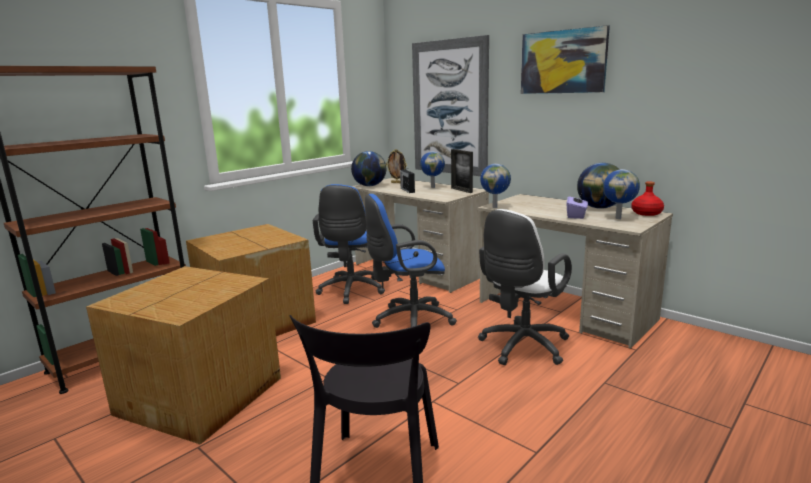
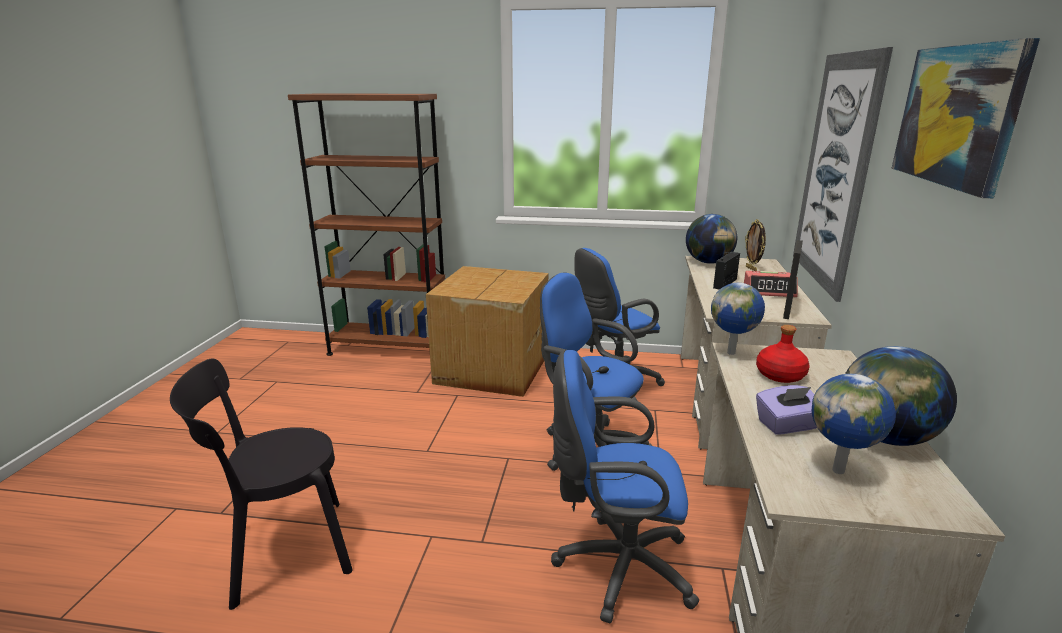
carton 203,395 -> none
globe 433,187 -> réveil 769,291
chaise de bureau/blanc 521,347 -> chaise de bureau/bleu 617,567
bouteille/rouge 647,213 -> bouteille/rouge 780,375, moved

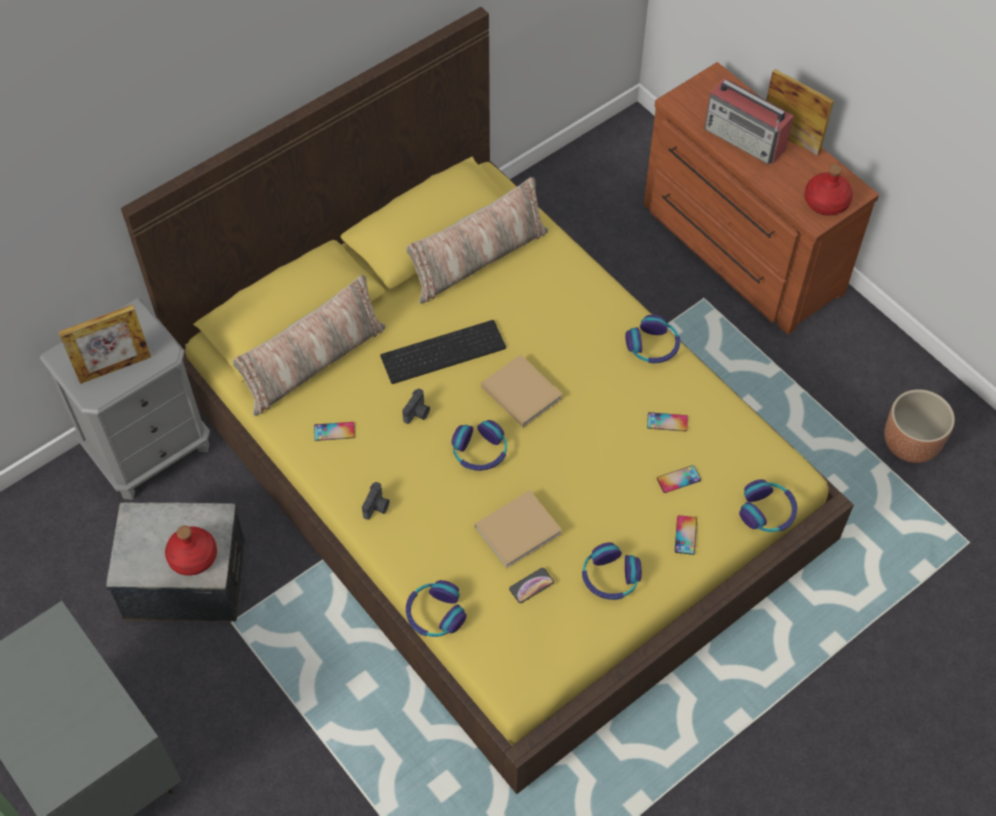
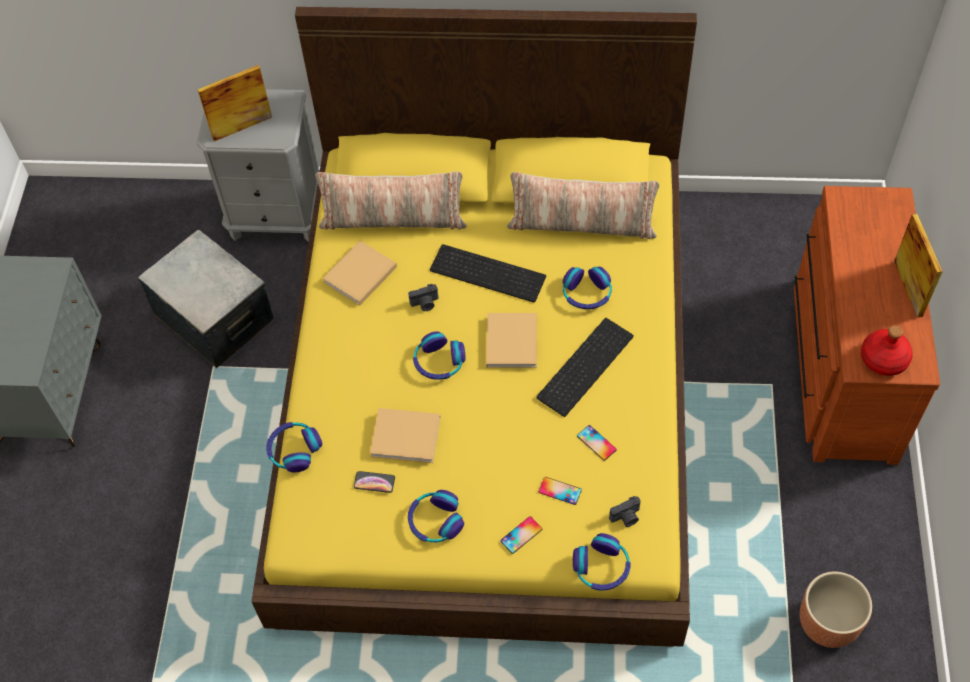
cadre photo 115,368 -> cadre photo 242,127, 135 degrees clockwise
bouteille/rouge 194,557 -> none
téléphone 334,431 -> livre/beige 358,276
appareil photo 377,507 -> appareil photo 626,517, moved
casque audio 653,346 -> casque audio 586,293, moved
radio 745,139 -> none
none -> clavier 584,364

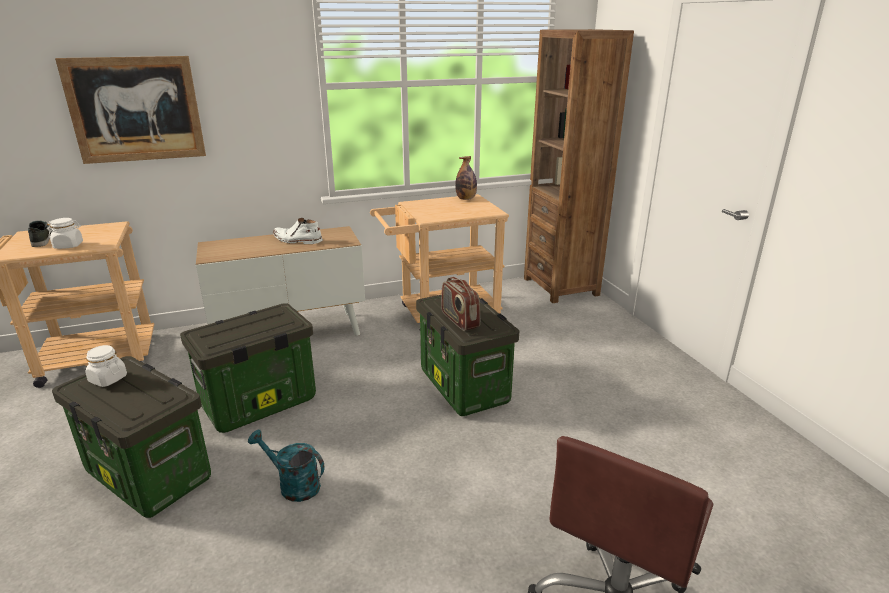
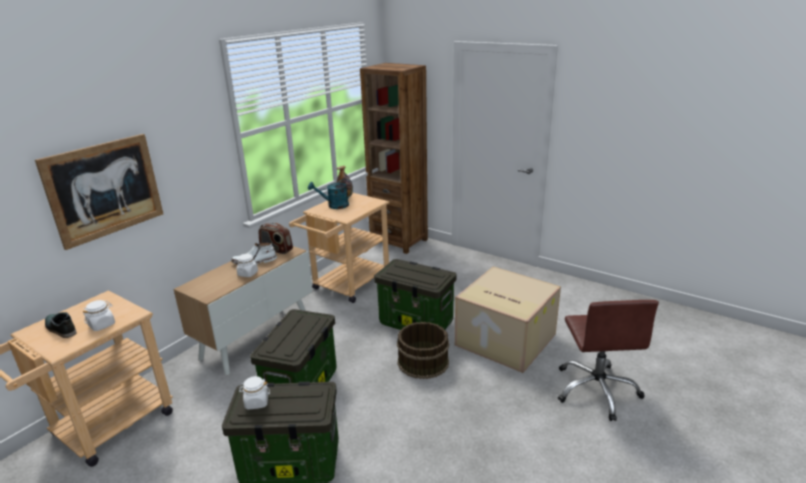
arrosoir/turquoise 293,485 -> arrosoir/turquoise 334,206, moved
radio 459,320 -> radio 276,249, moved
none -> bocal/blanc 248,273
none -> seau/marron 422,362
none -> carton 503,339

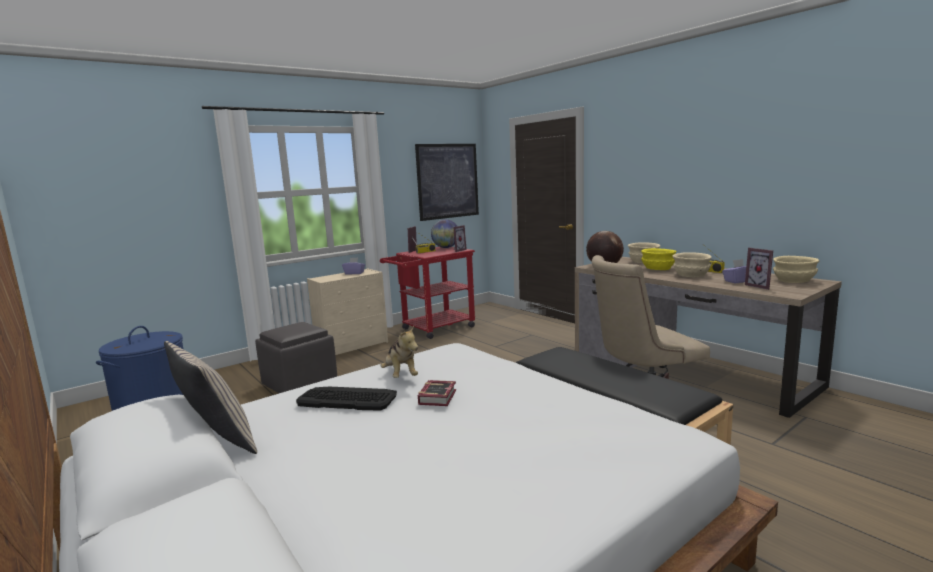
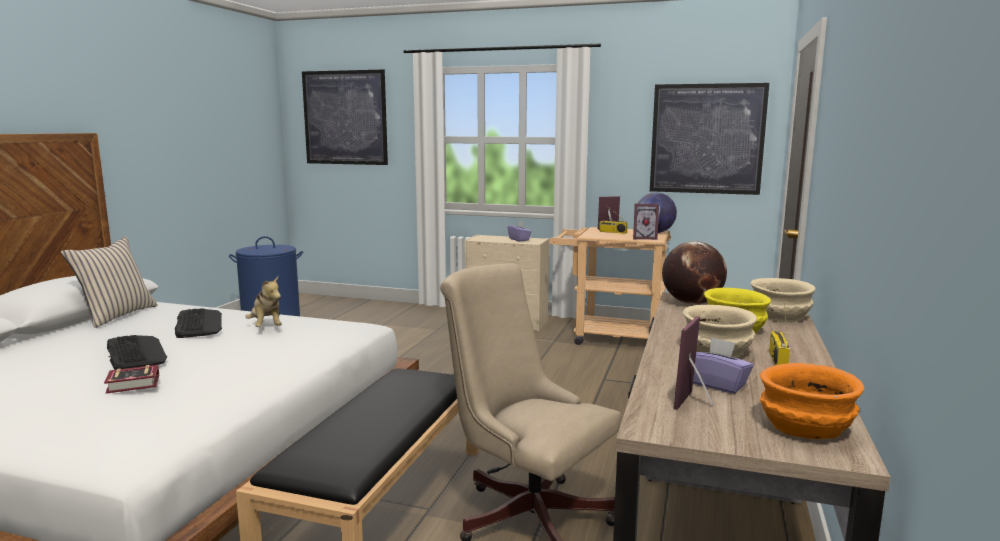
pouf/gris 299,384 -> none
chariot/rouge 433,329 -> chariot/beige 609,337
peluche 400,375 -> peluche 266,327, 60 degrees counterclockwise
livre 439,396 -> livre 135,384, moved
bol/beige 794,280 -> bol/orange 805,428
none -> clavier 135,353
none -> tableau 345,118

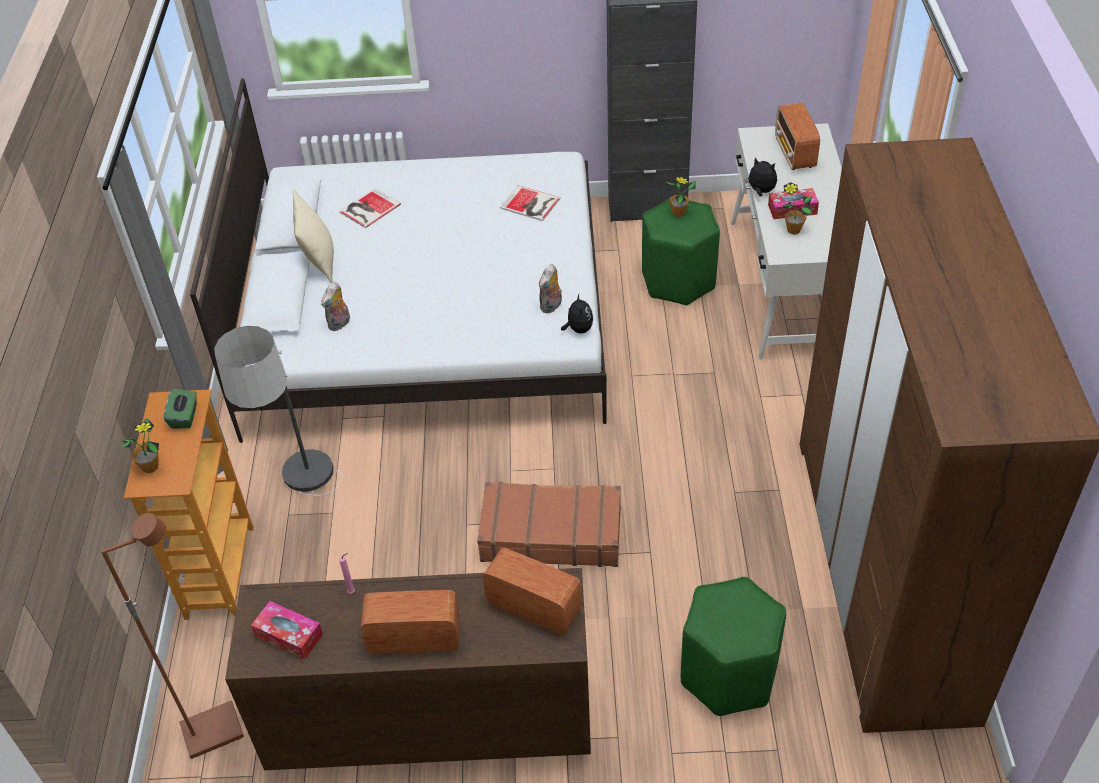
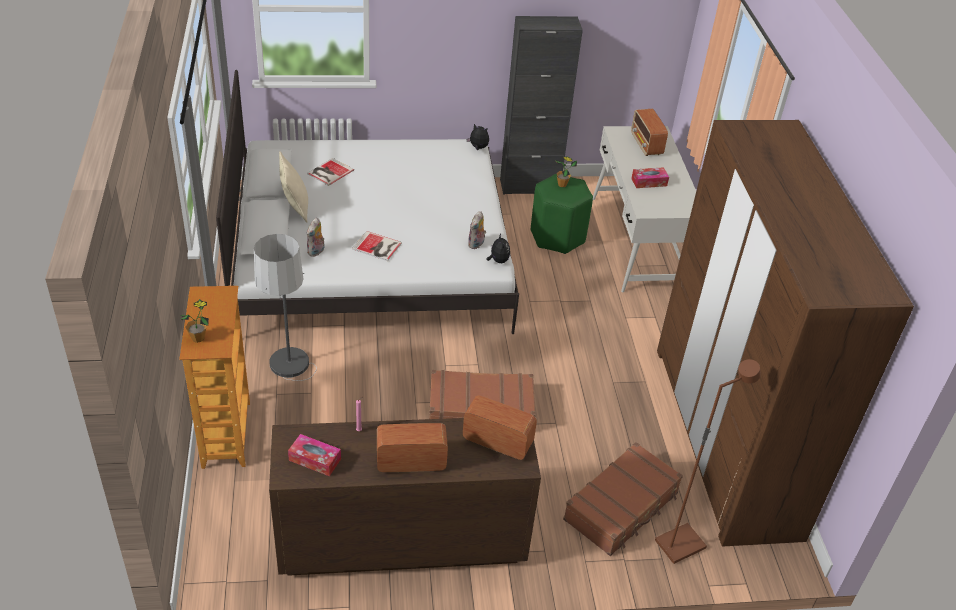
lampadaire/marron 213,729 -> lampadaire/marron 679,544, moved
boîte à mouchoirs/vert 185,417 -> none
livre 531,204 -> livre 377,247, moved
tabouret/vert 729,674 -> valise/marron 622,507
peluche 760,191 -> peluche 478,148, moved
plante en pot 793,230 -> none

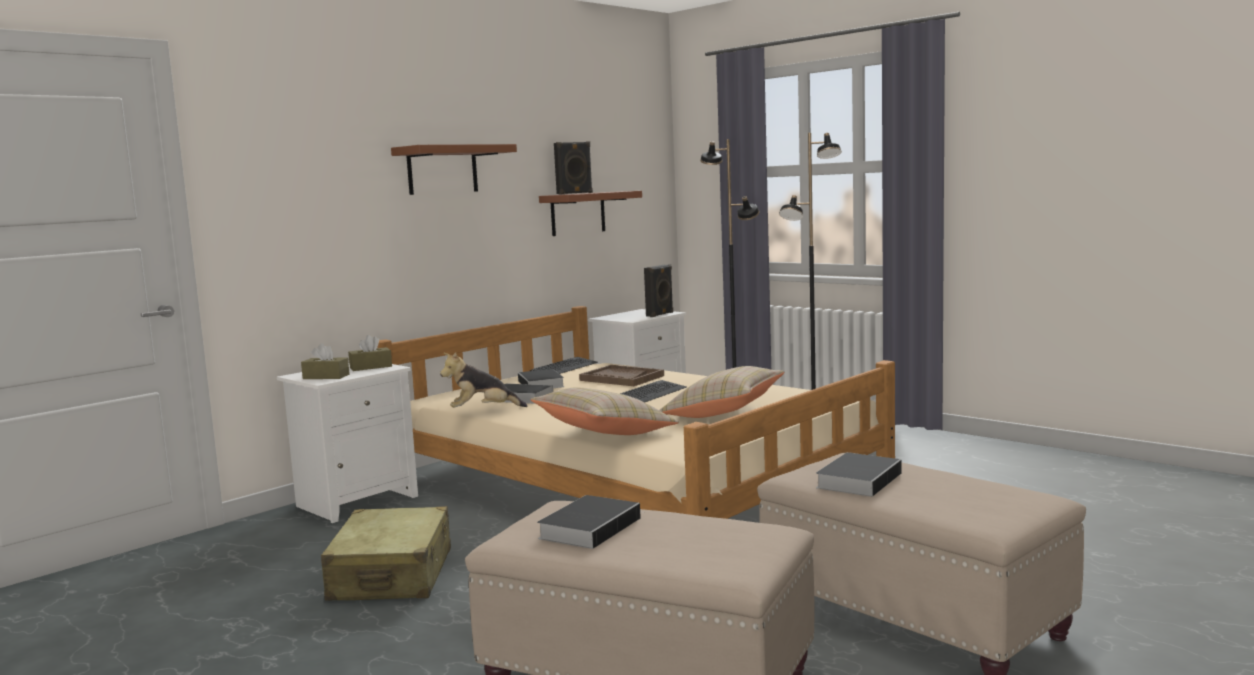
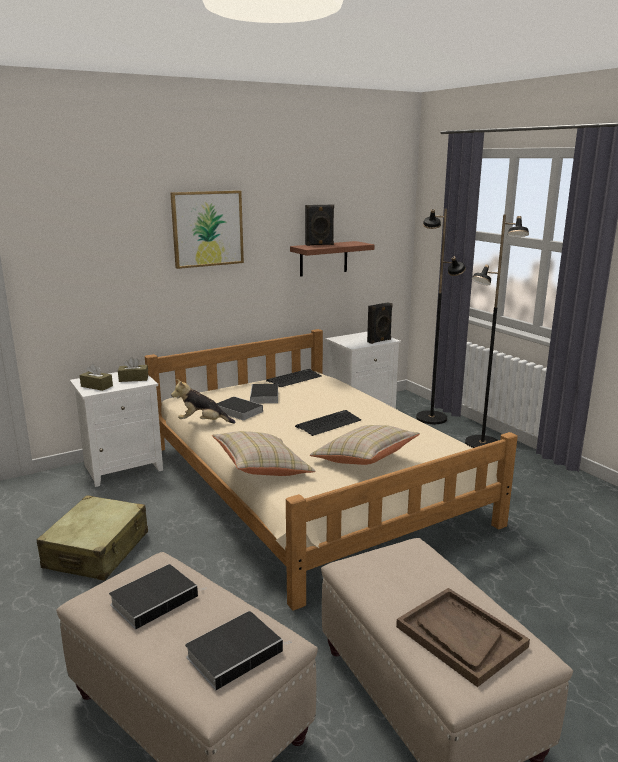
étagère/marron 442,170 -> tableau 207,228
plateau/marron 621,378 -> plateau/marron 460,637, moved
livre 859,479 -> livre 236,652, moved

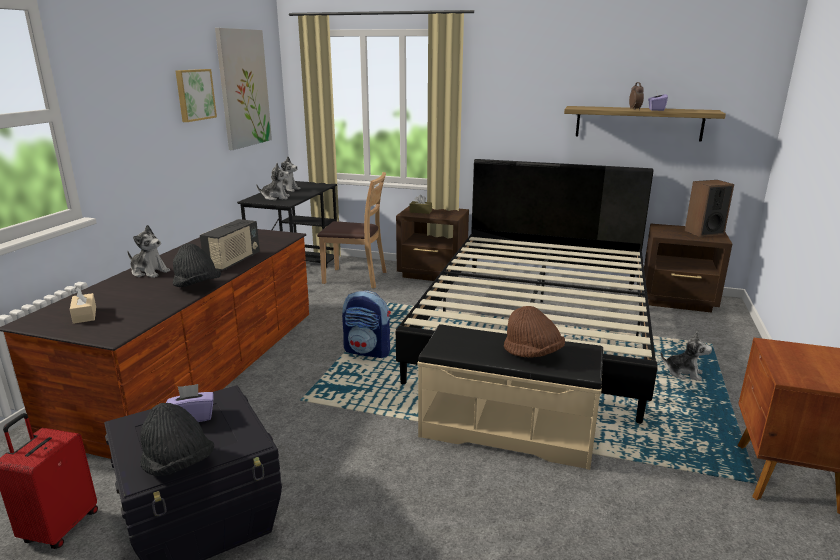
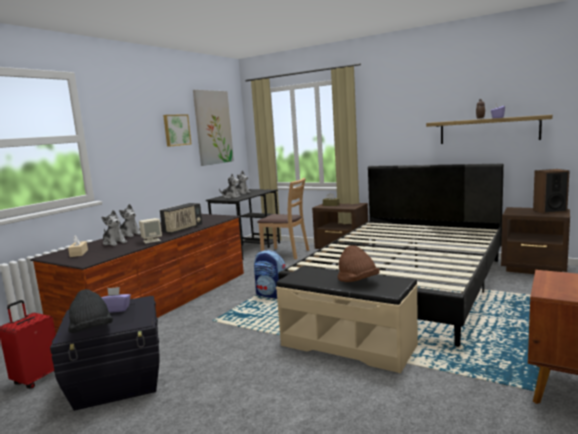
chapeau/noir 197,286 -> enceinte/beige 152,241
peluche 683,373 -> peluche 114,243, moved

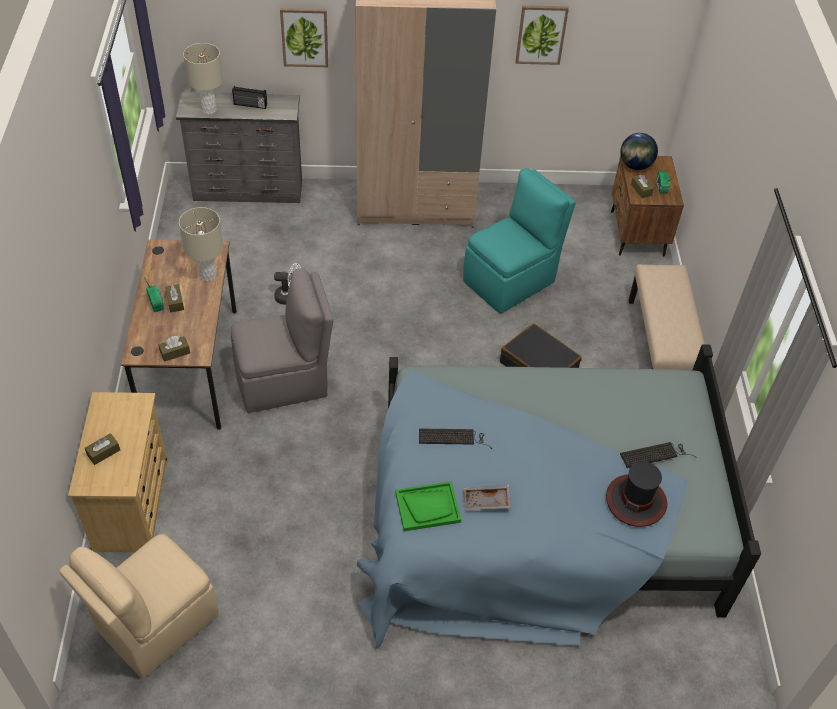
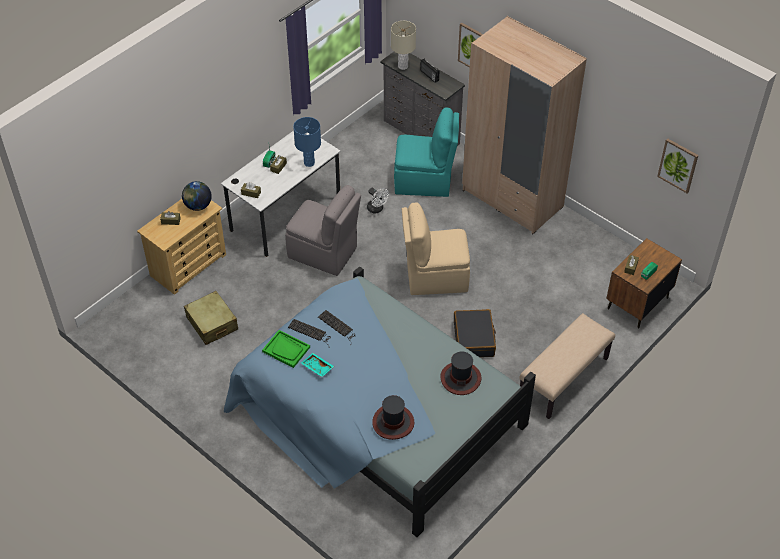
chaise/beige 155,624 -> chaise/beige 435,277, moved
bureau/marron 191,366 -> bureau/blanc 285,214
lampe de table/beige 208,275 -> lampe de table/bleu 309,163
chaise/turquoise 511,280 -> chaise/turquoise 424,181, moved
plateau/gris 486,502 -> plateau/turquoise 317,367
tableau 541,34 -> tableau 678,165, moved
globe 635,165 -> globe 198,206, moved
clavier 655,454 -> clavier 310,332, moved
none -> valise/beige 212,323
none -> chapeau 460,378

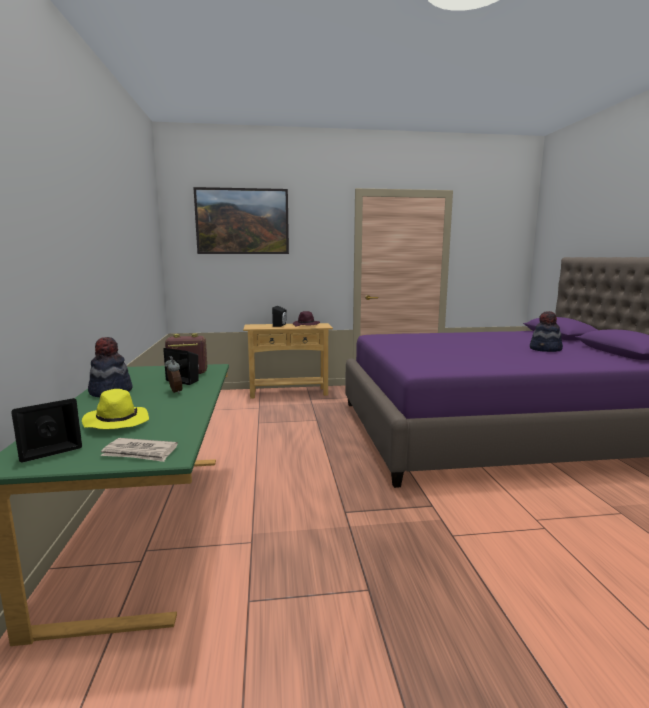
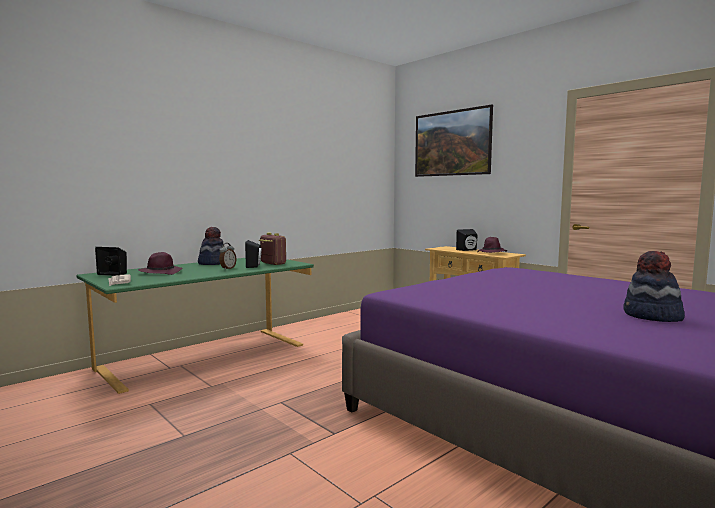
chapeau/jaune 116,422 -> chapeau/violet 161,272

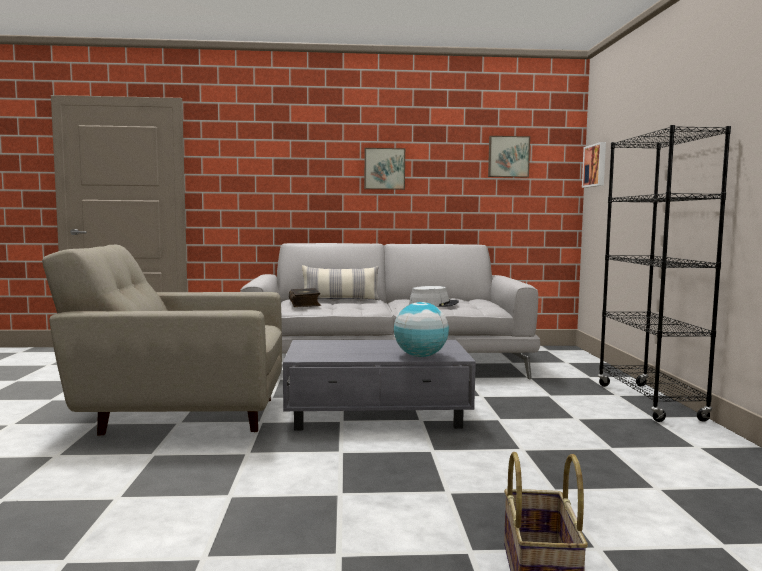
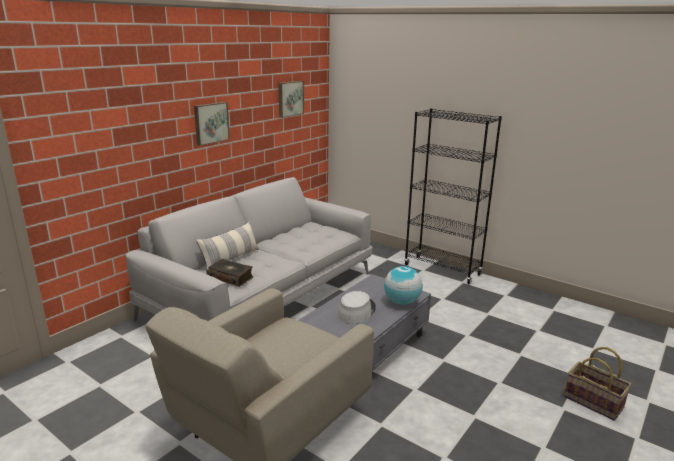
chapeau/gris 433,304 -> chapeau/gris 356,311, moved
tableau 595,165 -> none

